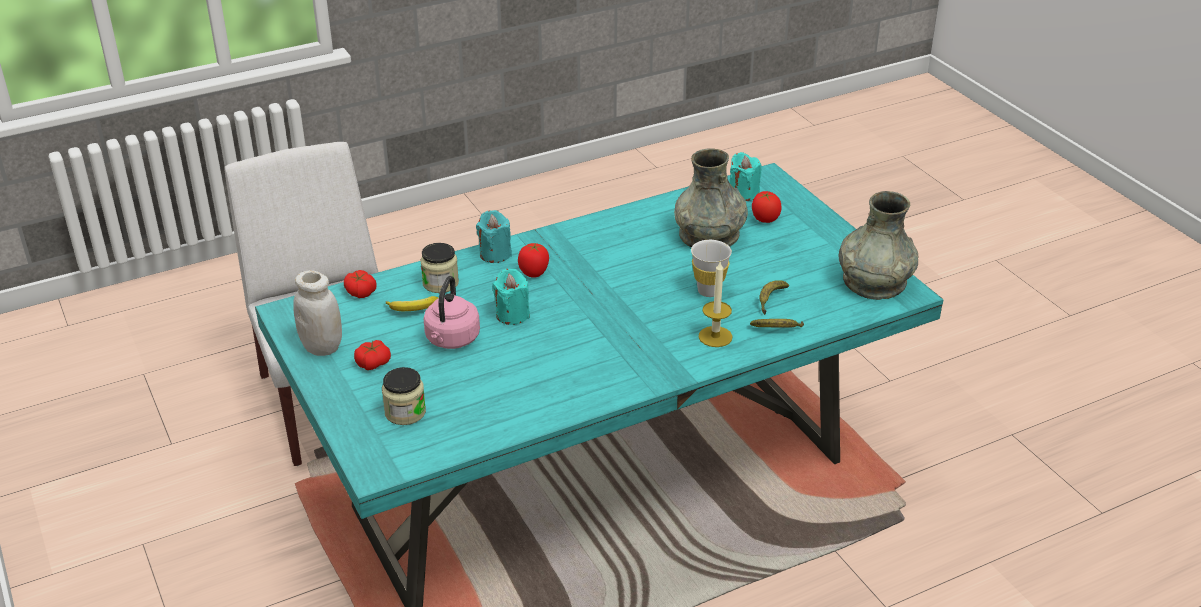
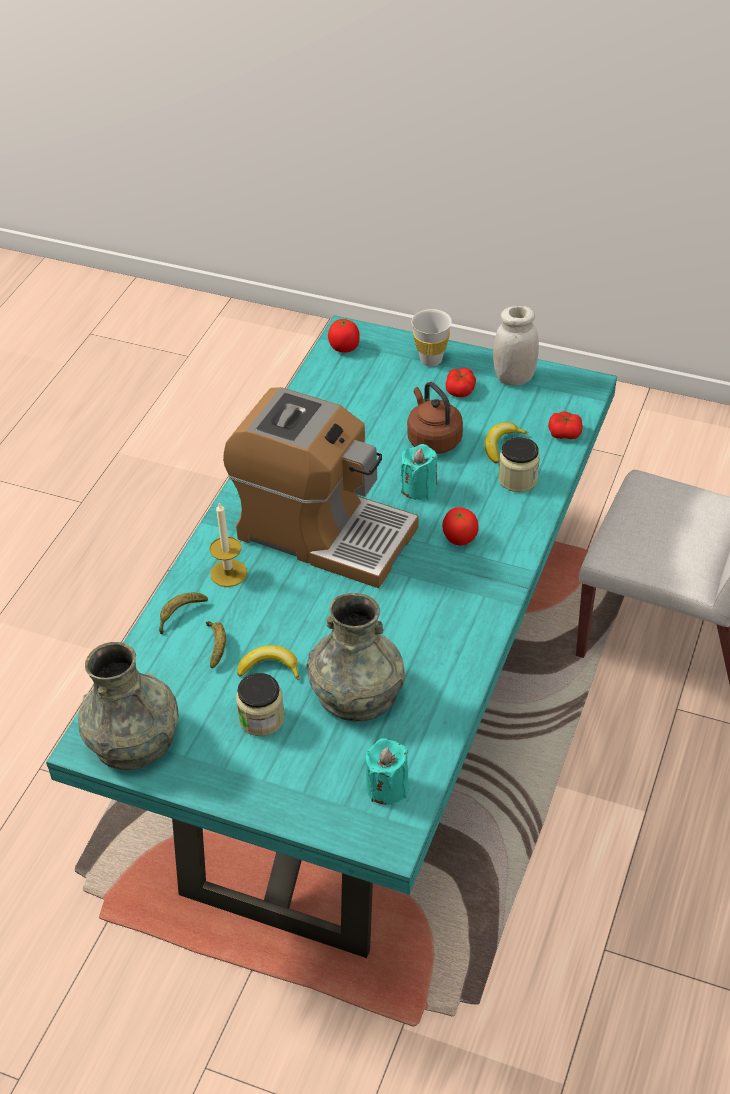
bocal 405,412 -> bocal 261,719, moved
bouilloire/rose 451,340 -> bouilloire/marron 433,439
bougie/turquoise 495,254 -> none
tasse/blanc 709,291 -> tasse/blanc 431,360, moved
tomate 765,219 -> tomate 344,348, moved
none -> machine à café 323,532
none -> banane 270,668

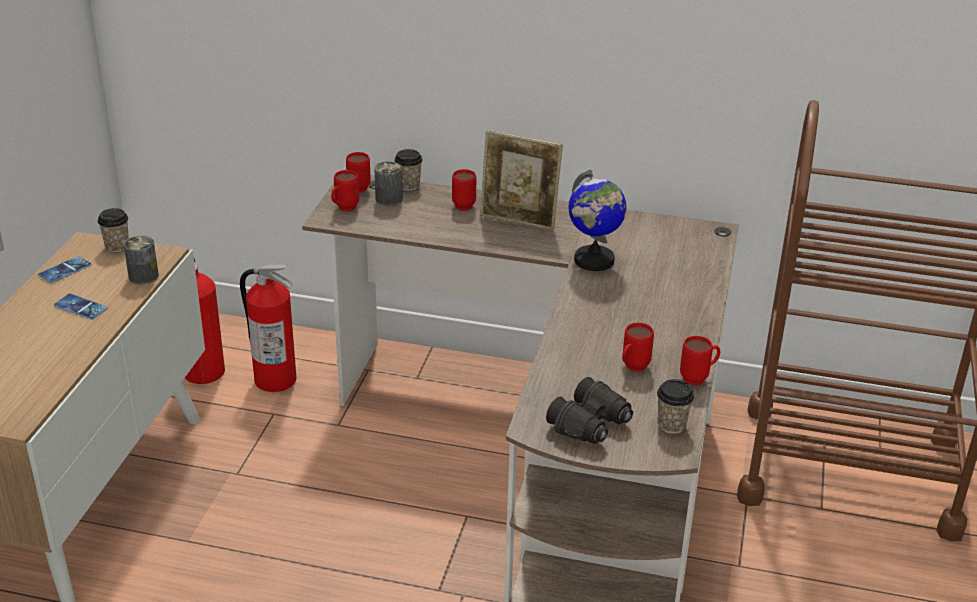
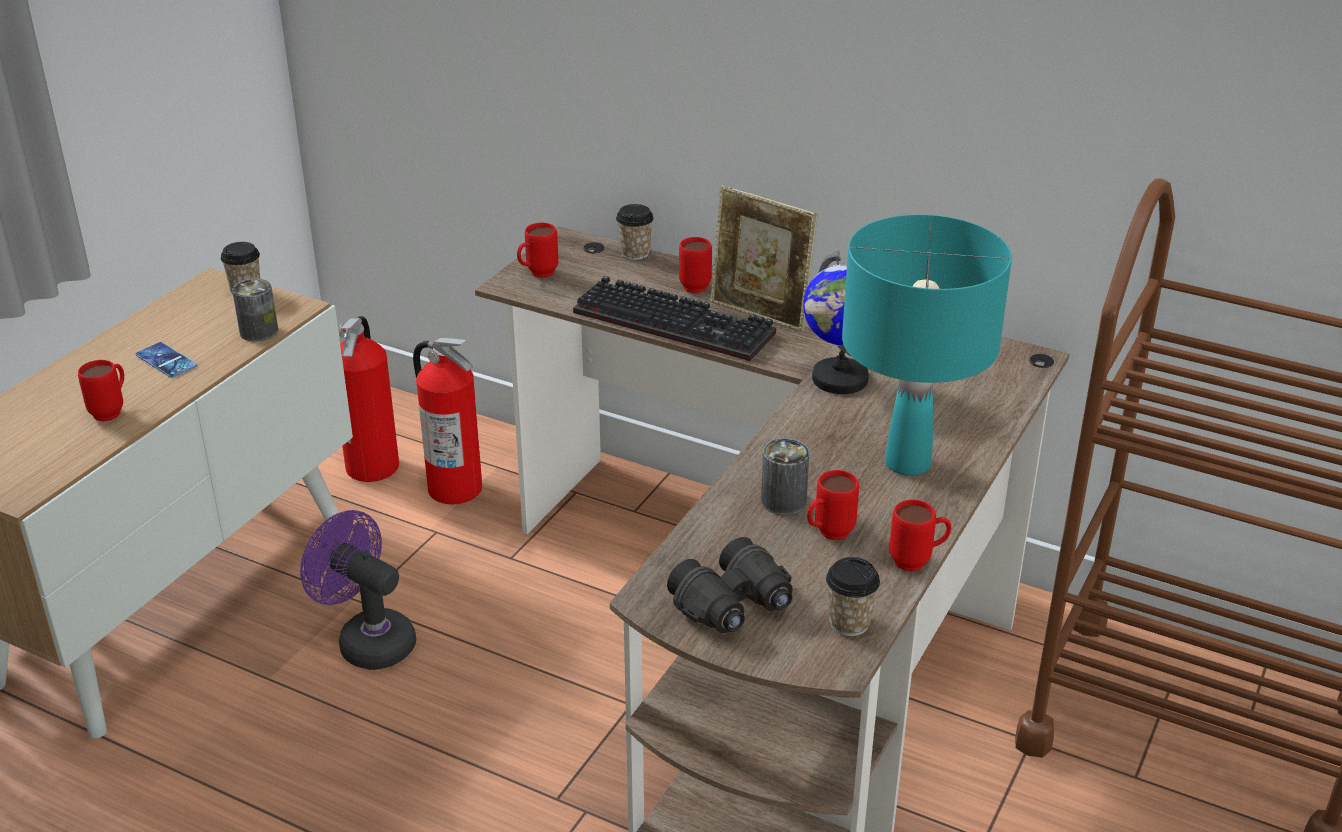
téléphone 65,270 -> none
mug/rouge 360,186 -> mug/rouge 112,411, moved
boîte métallique 389,199 -> boîte métallique 783,501, moved
none -> ventilateur/violet 368,640
none -> clavier 678,322
none -> lampe de table/turquoise 908,463

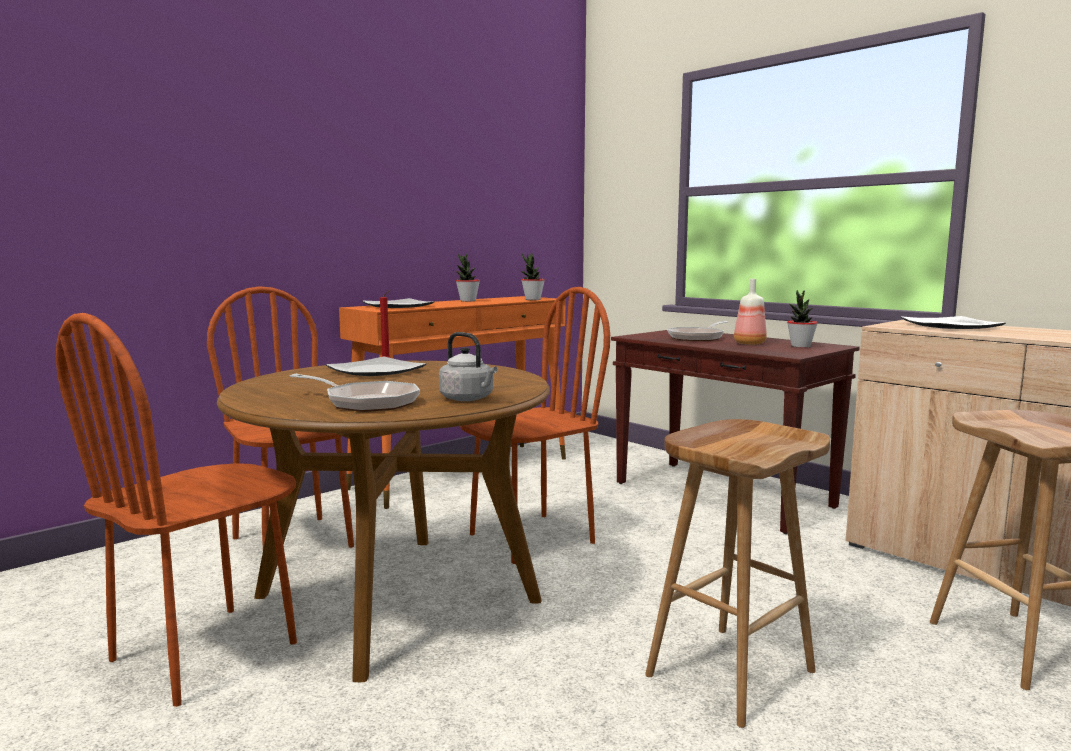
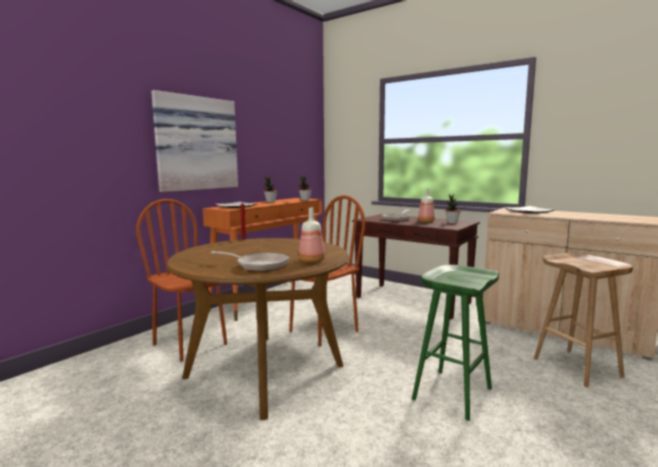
chaise/marron 205,652 -> none
assiette 376,370 -> none
bouilloire/gris 468,399 -> bouteille 312,261
tabouret/marron 730,671 -> tabouret/vert 452,393
none -> tableau 195,143

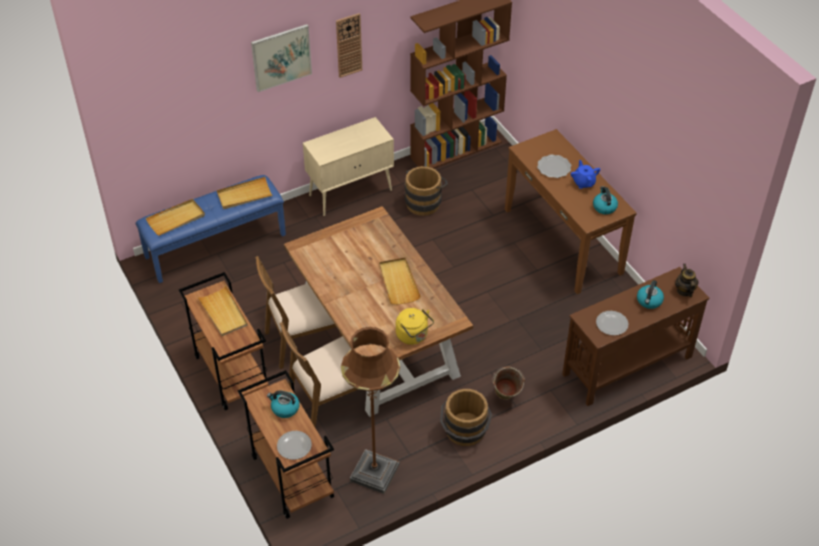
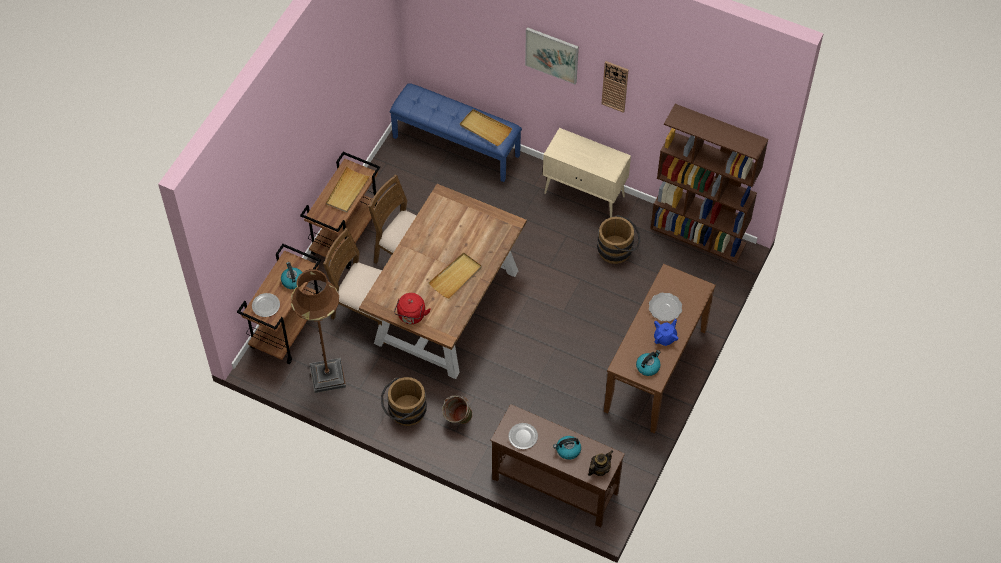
plateau/beige 176,219 -> none
bouilloire/jaune 413,336 -> bouilloire/rouge 411,316

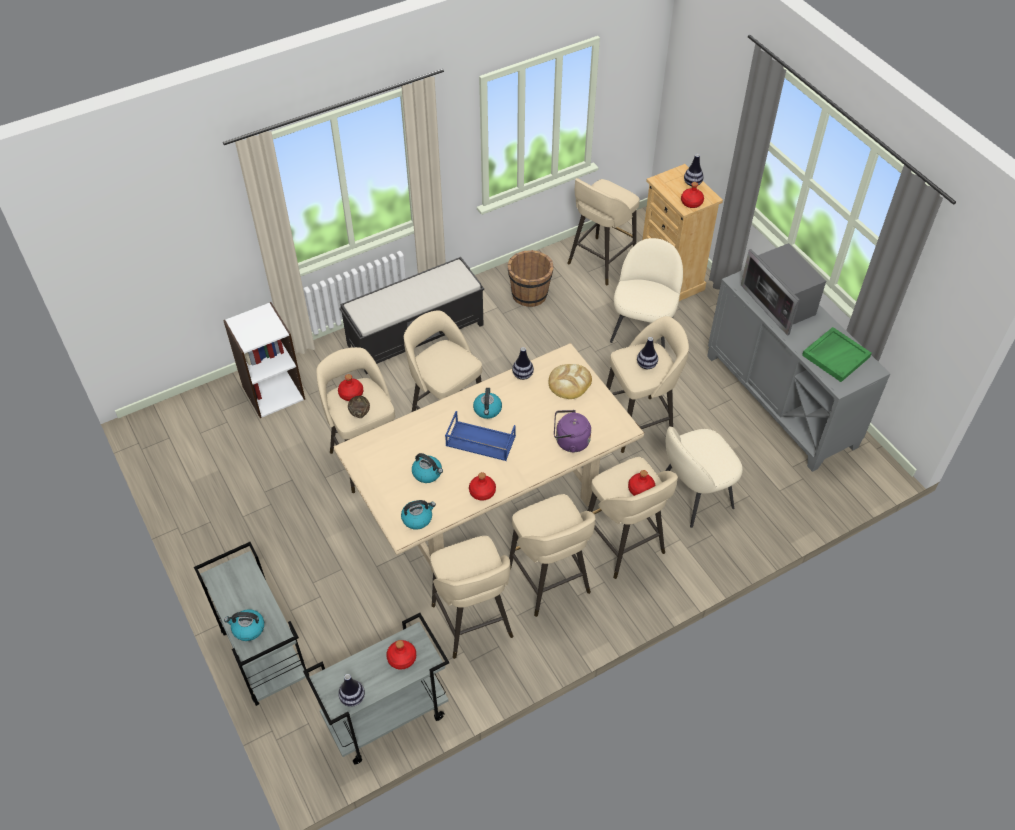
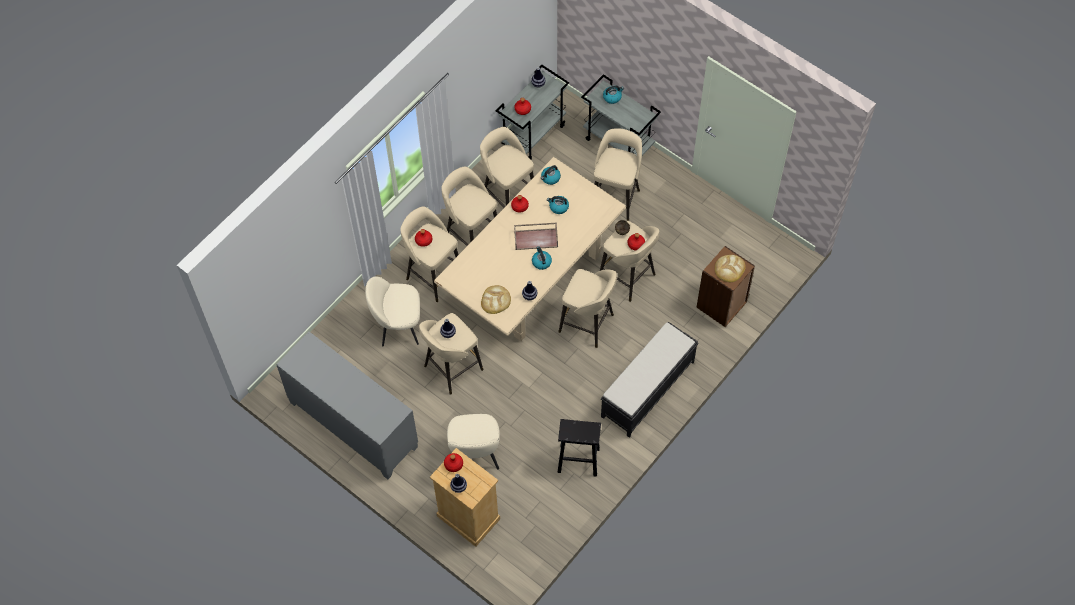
bibliothèque/blanc 273,392 -> bibliothèque/marron 722,305
plateau/bleu 479,441 -> plateau/marron 536,238
seau/marron 529,294 -> tabouret/noir 577,460
bouilloire/violet 570,441 -> none
tabouret/beige 600,262 -> tabouret/beige 615,199, moved
chaise/beige 693,495 -> chaise/beige 398,325, 135 degrees counterclockwise
micro-ondes 780,303 -> none
plateau/vert 835,355 -> none
none -> pain 729,269

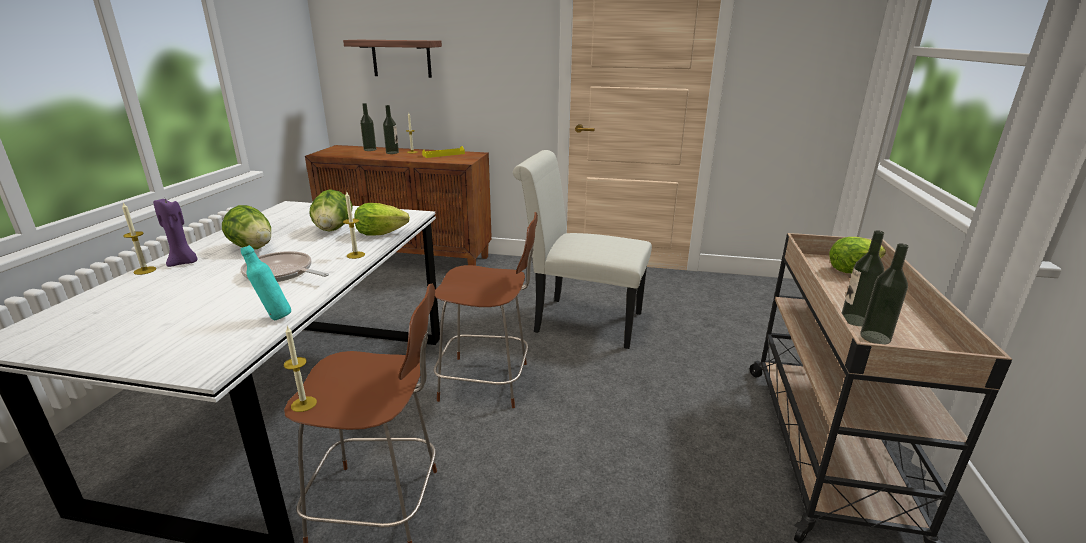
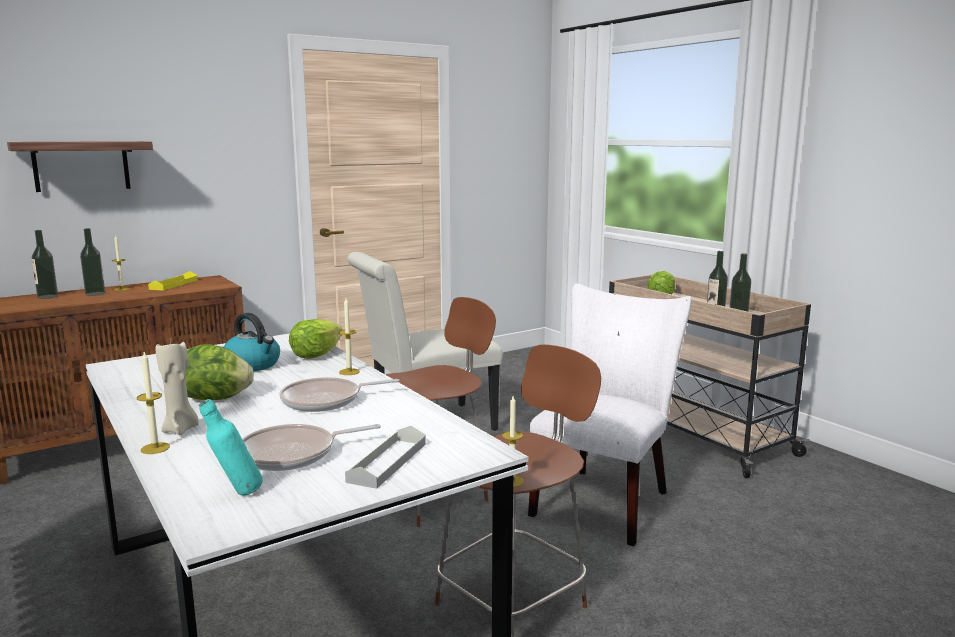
bougie/violet 184,263 -> bougie/beige 181,430
bouteille/turquoise 273,317 -> bouteille/turquoise 236,495, moved
laitue 333,229 -> bouilloire 253,365
none -> poêle 293,454
none -> plateau/gris 387,462
none -> chaise/blanc 605,500

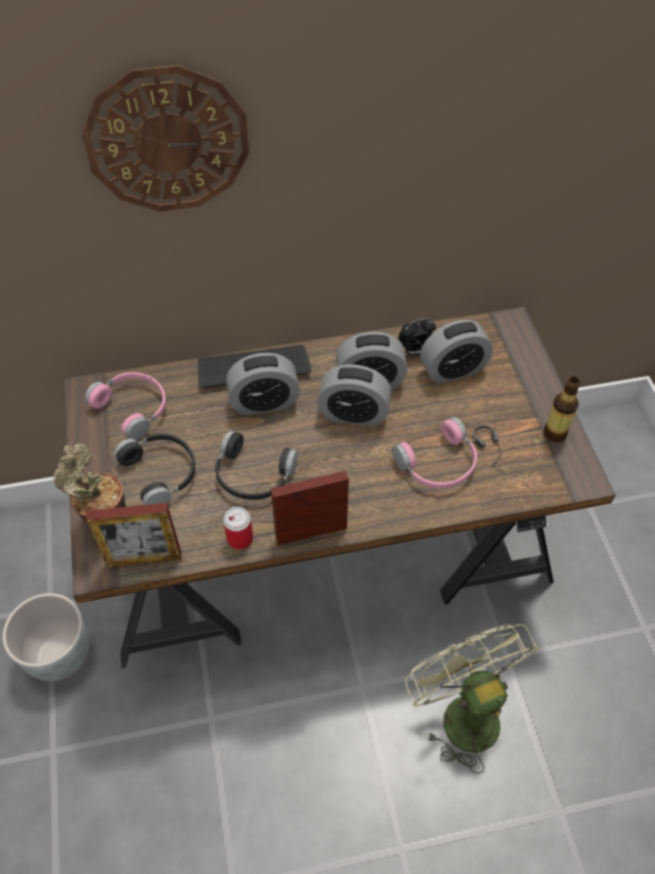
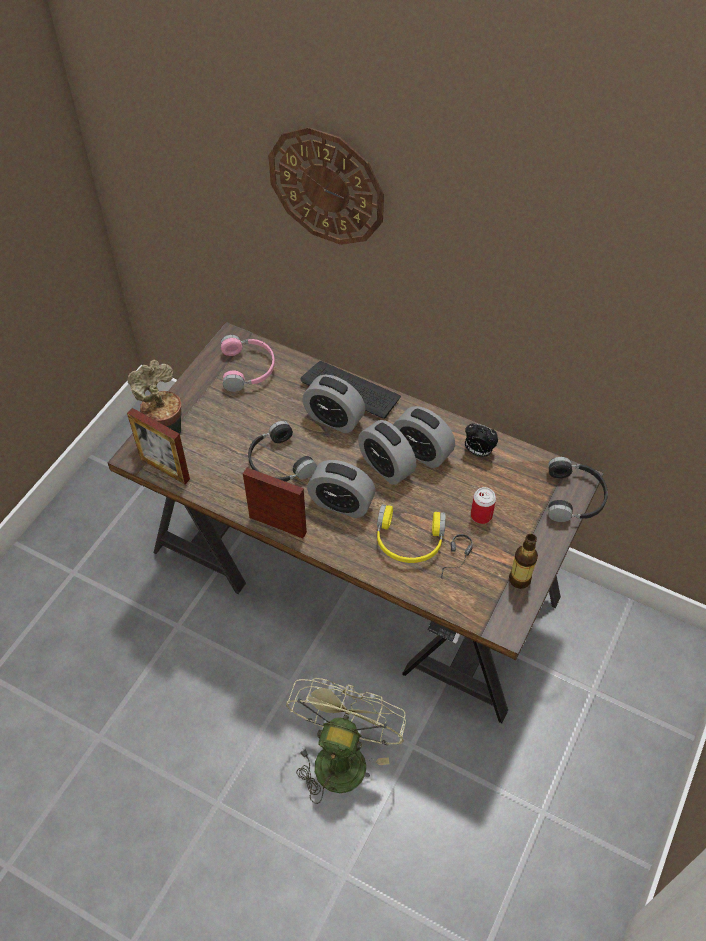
cache-pot/gris 61,655 -> none
casque audio/noir 162,472 -> casque audio/noir 575,497, moved
boîte métallique 240,538 -> boîte métallique 481,515, moved
casque audio/rose 439,465 -> casque audio/jaune 409,541
réveil 453,370 -> réveil 341,503, moved

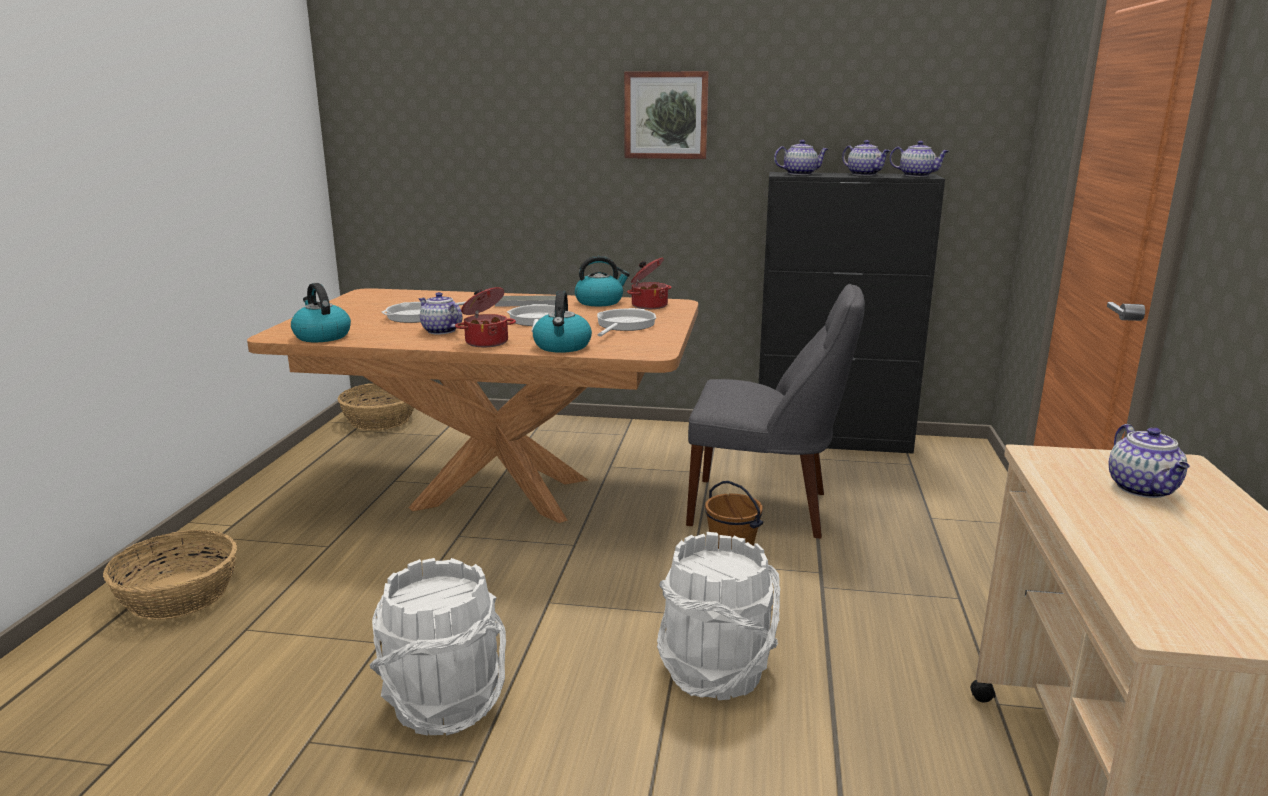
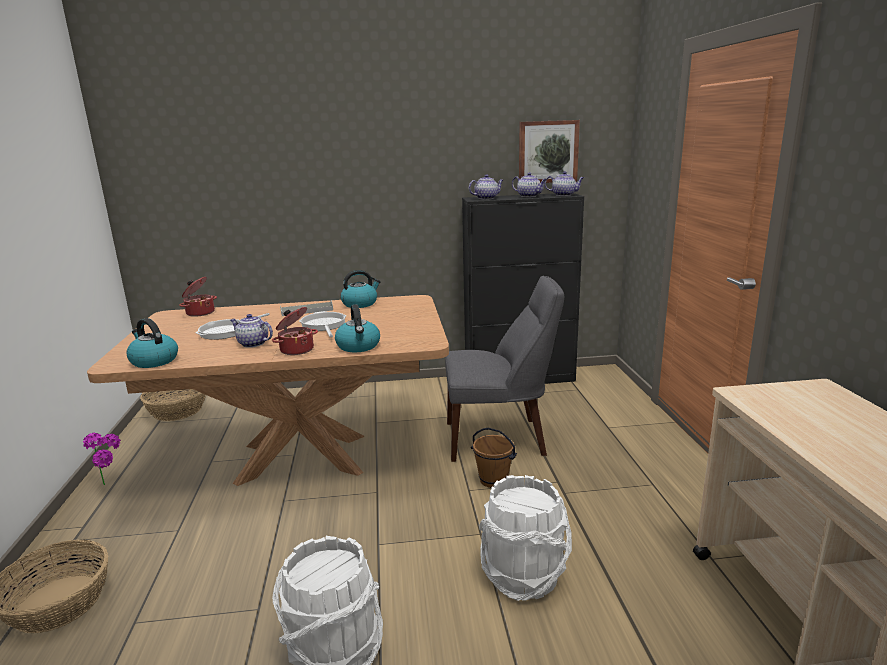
poêle 624,325 -> none
tableau 666,115 -> tableau 548,152, moved
marmite 648,305 -> marmite 200,312, moved
théière 1143,489 -> none
none -> plante en pot 112,483

